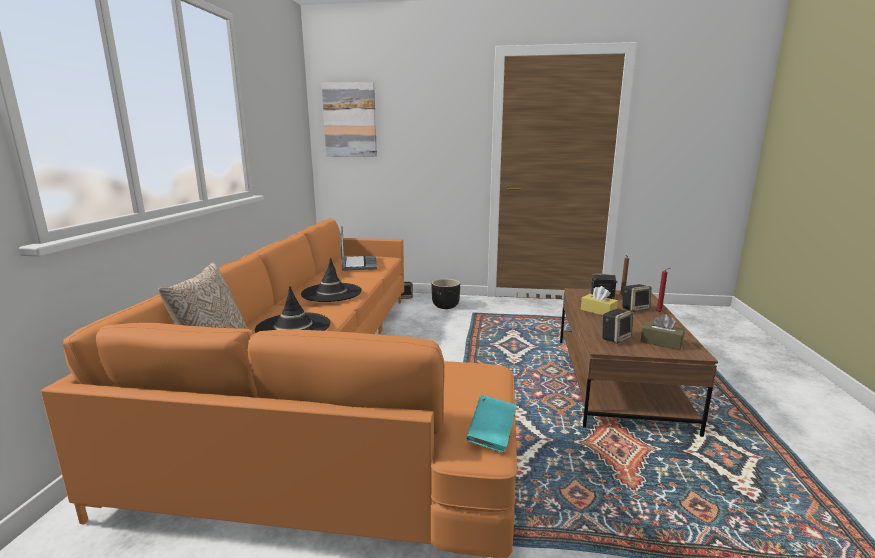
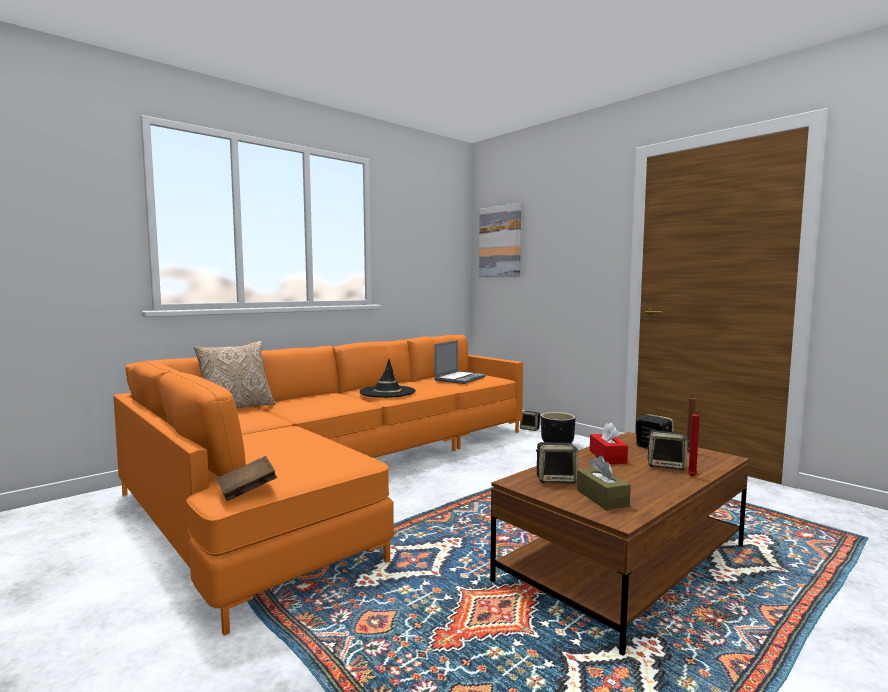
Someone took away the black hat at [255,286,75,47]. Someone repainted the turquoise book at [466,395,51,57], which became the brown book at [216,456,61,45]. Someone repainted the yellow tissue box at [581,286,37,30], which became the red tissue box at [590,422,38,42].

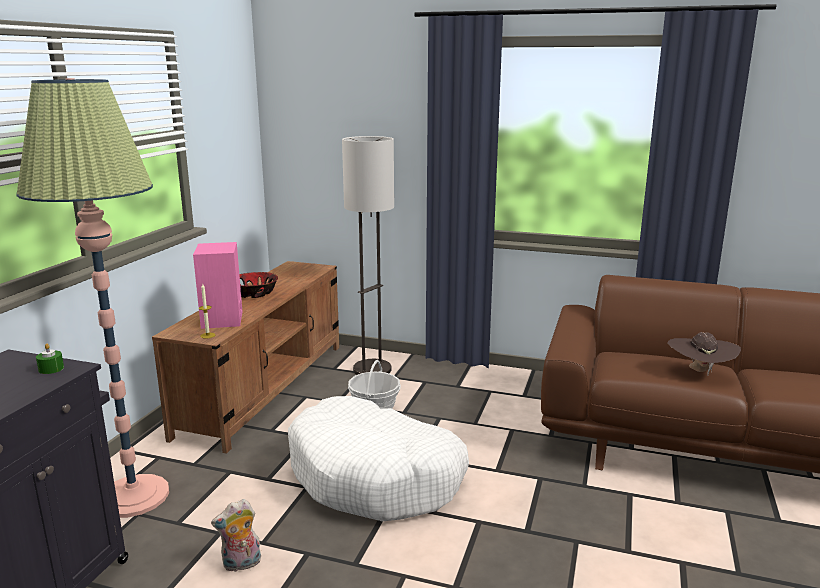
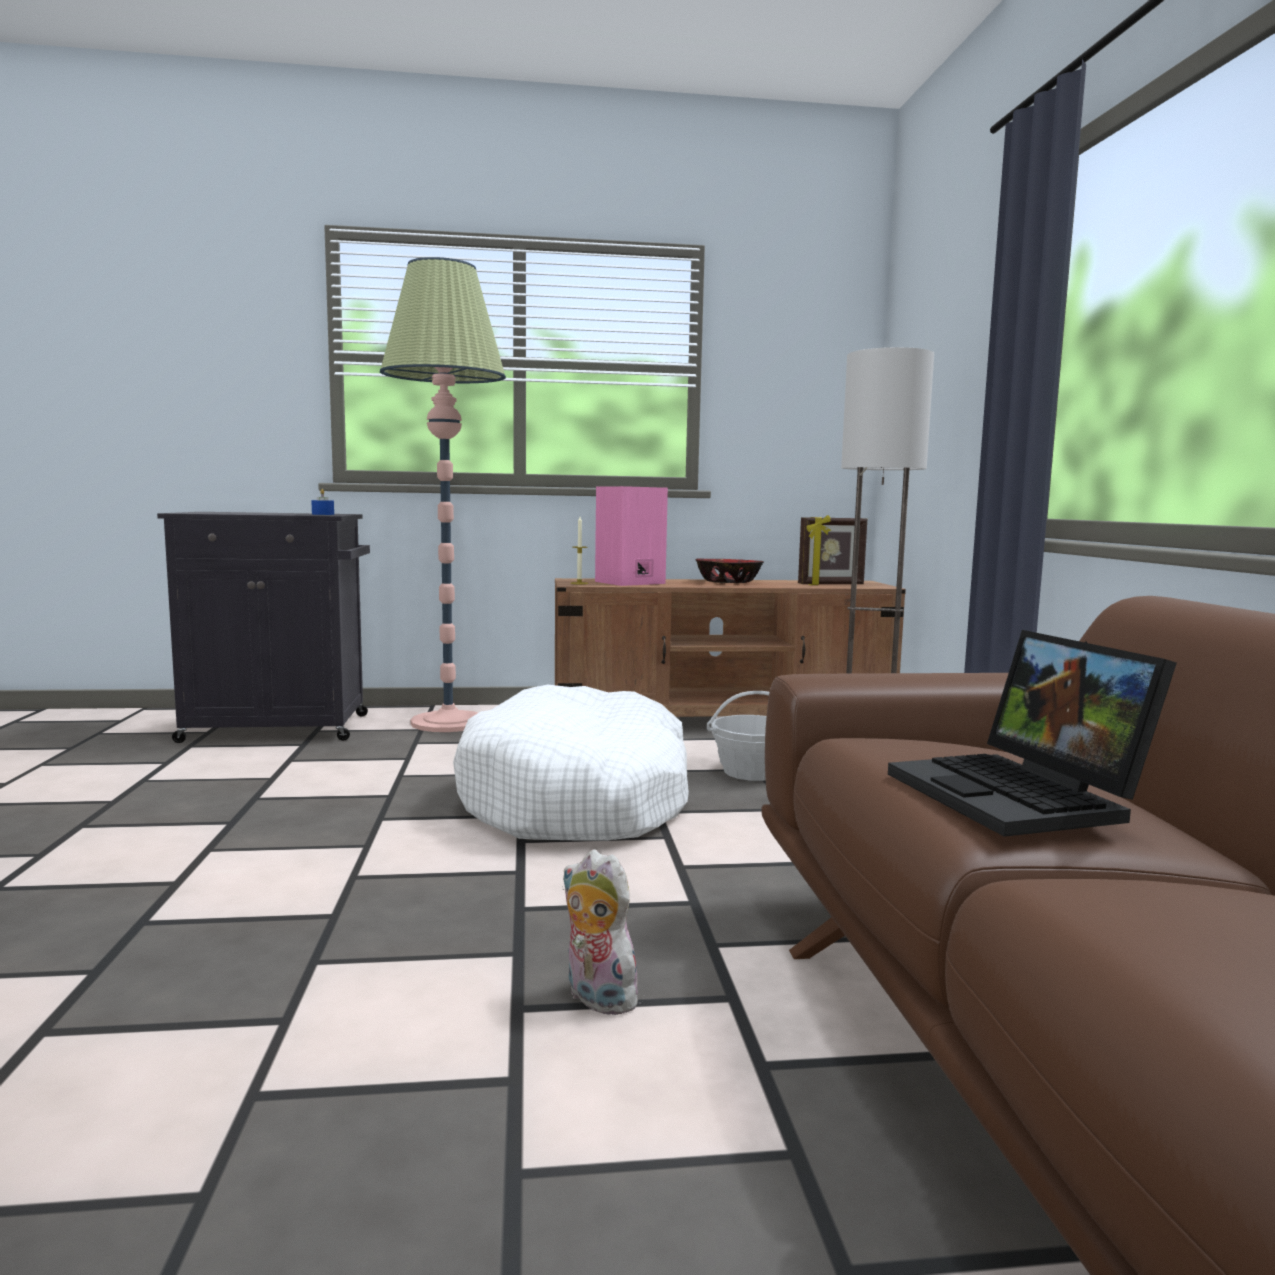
Someone repainted the green candle at [36,343,28,31], which became the blue candle at [311,489,23,26]. Someone carried the plush toy from [211,499,50,73] to [562,849,85,166]. Someone swapped the brown hat at [667,332,74,44] for the laptop at [888,630,289,207]. Someone put down the picture frame at [798,515,69,70].

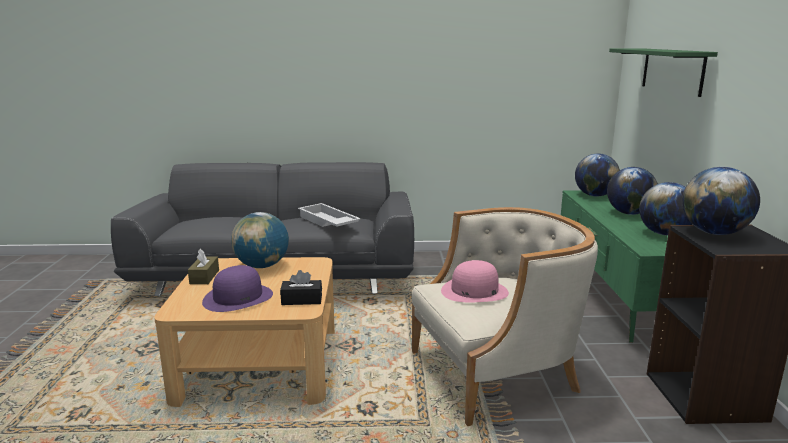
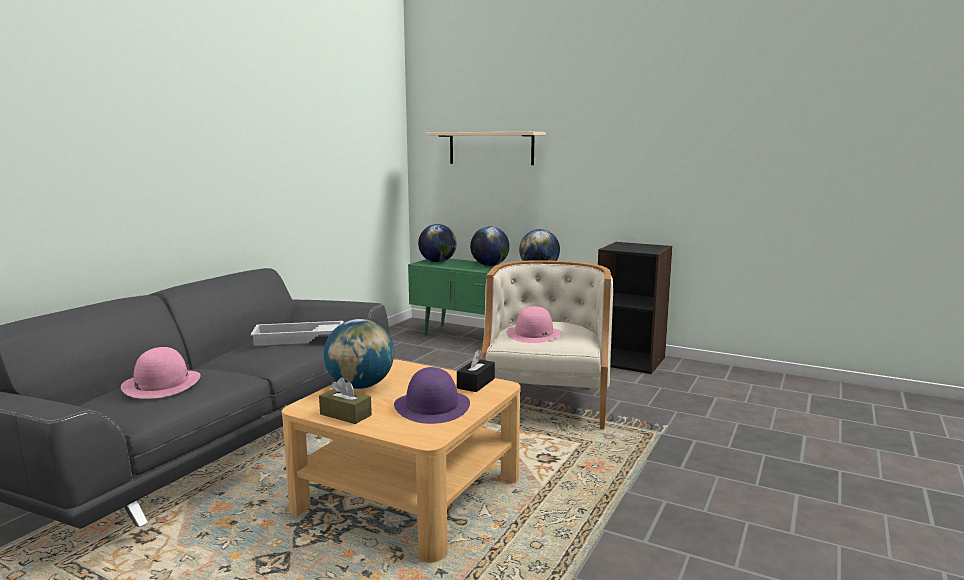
Someone repainted the green shelf at [609,48,109,49], which became the beige shelf at [426,132,120,33]. Someone took away the globe at [682,167,78,68]. Someone put down the pink hat at [121,347,80,52].

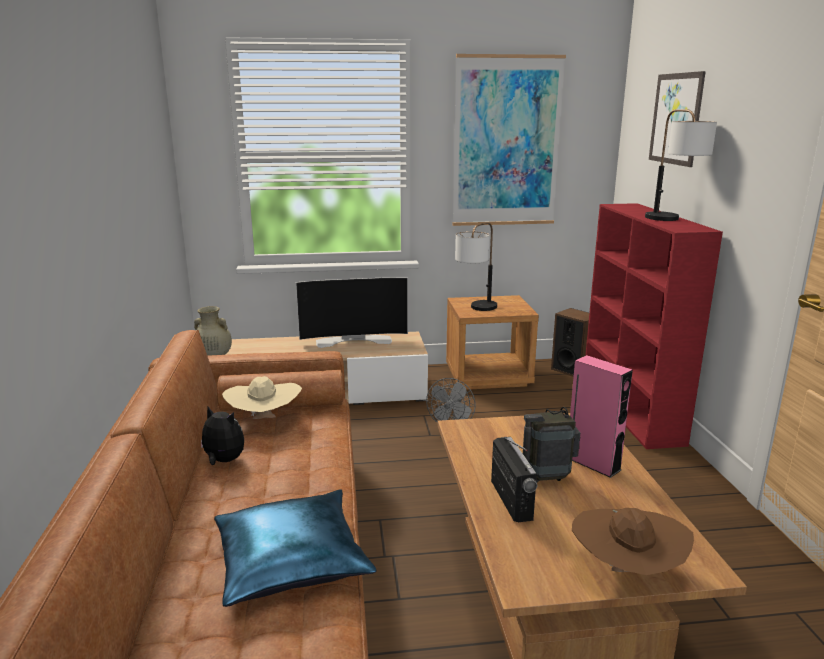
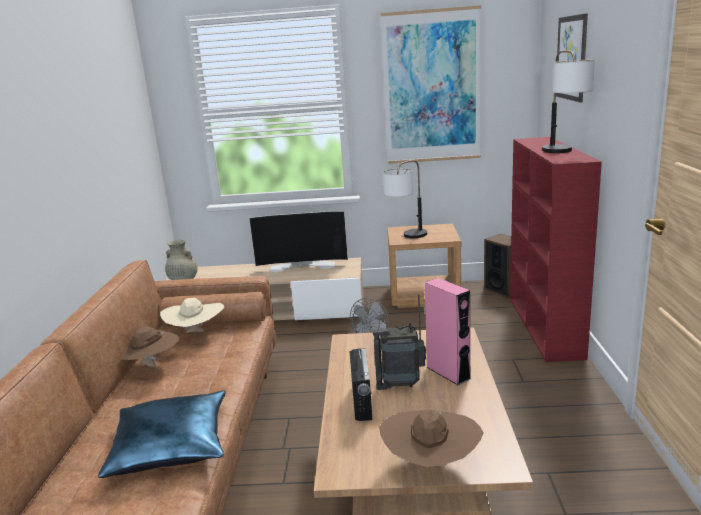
Someone swapped the plush toy at [201,407,43,58] for the brown hat at [120,326,60,41].

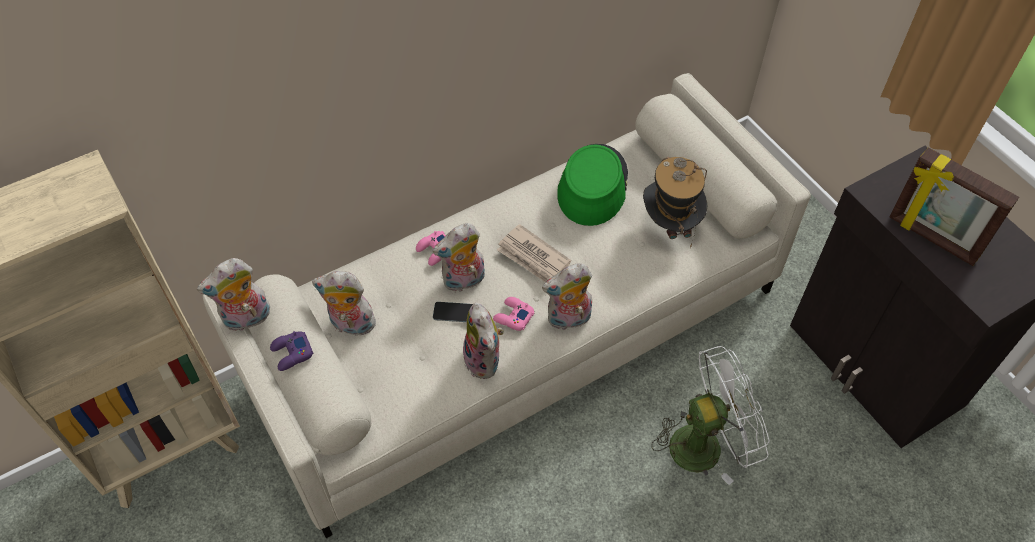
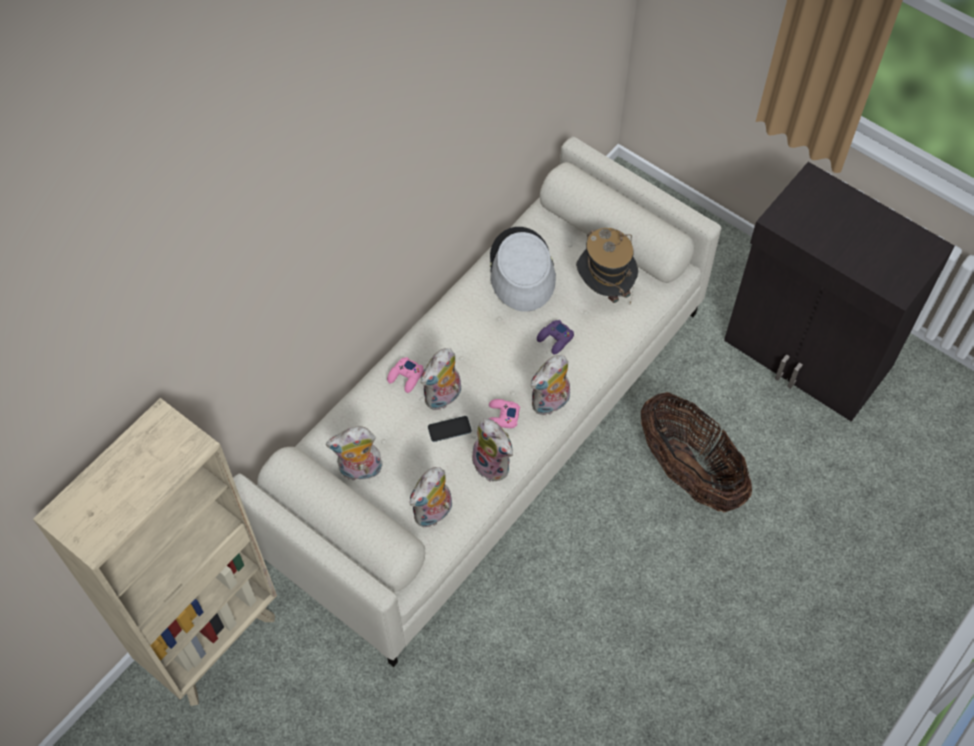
Someone carried the plush toy from [197,258,73,73] to [410,467,42,60]. Someone carried the purple game controller from [270,331,44,40] to [537,320,37,35]. Someone took away the newspaper at [497,224,74,58]. Someone repainted the green hat at [557,144,71,82], which became the grey hat at [490,227,66,84]. Someone swapped the white fan at [651,346,119,139] for the basket at [641,392,111,120]. Someone took away the picture frame at [890,147,129,119].

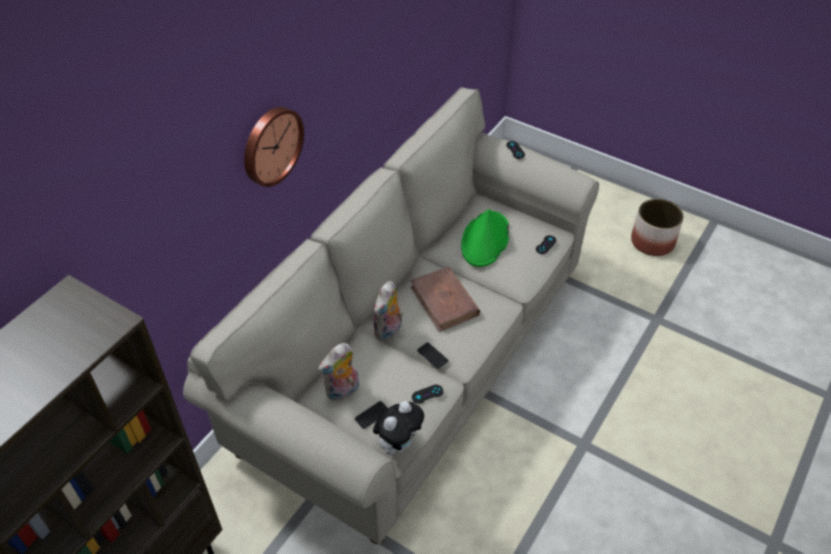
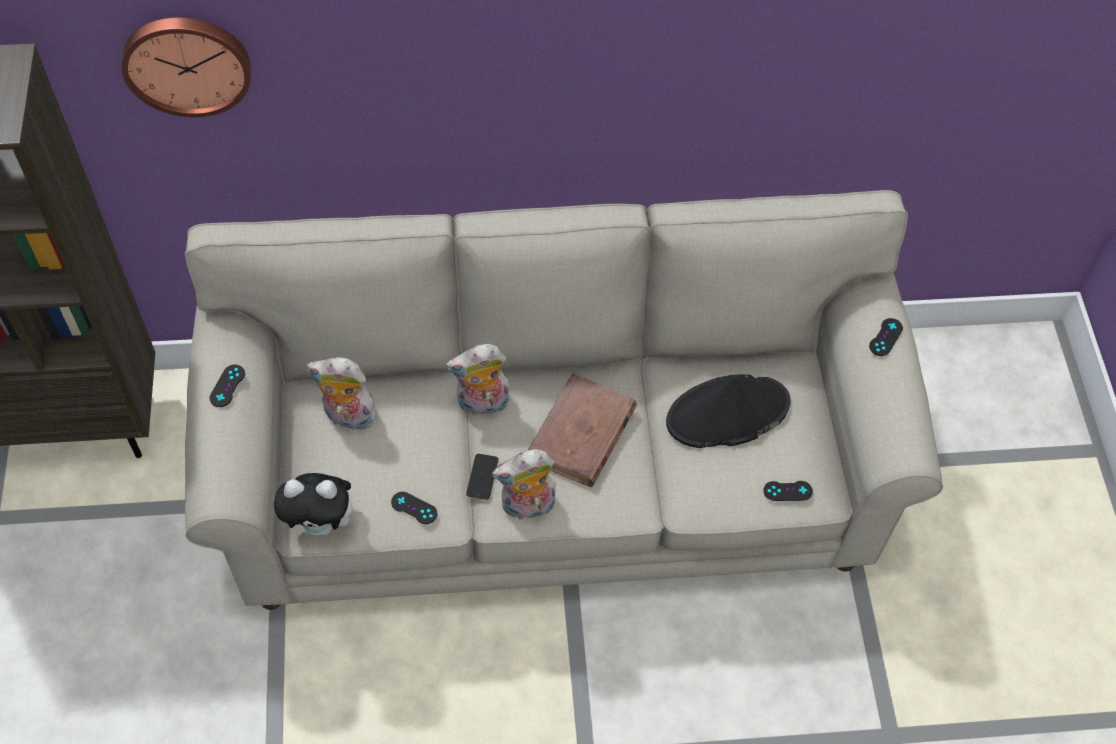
Someone carried the wall clock from [244,107,60,80] to [122,17,129,100]. Someone took away the phone at [355,401,33,28]. Someone repainted the green hat at [461,209,48,58], which became the black hat at [666,374,125,74]. Someone took away the planter at [631,199,53,57]. Someone put down the black game controller at [210,365,35,42]. Someone put down the plush toy at [492,449,64,72].

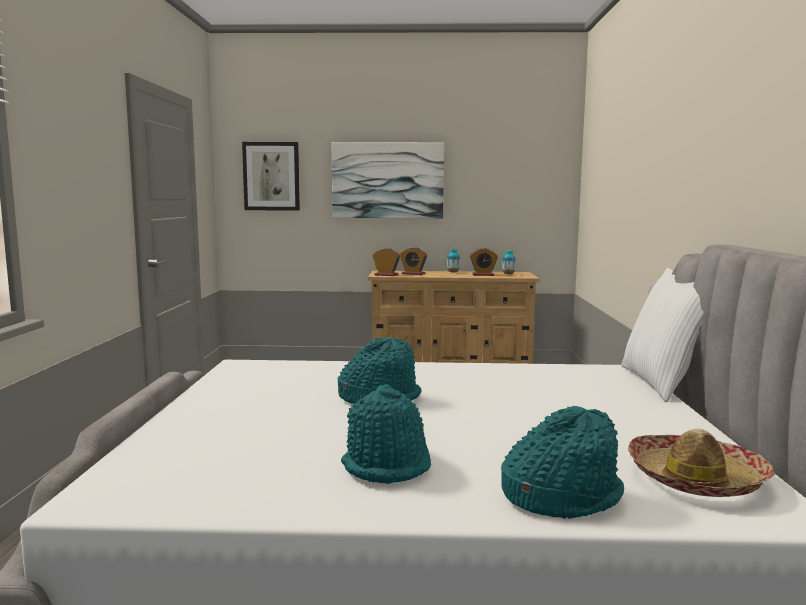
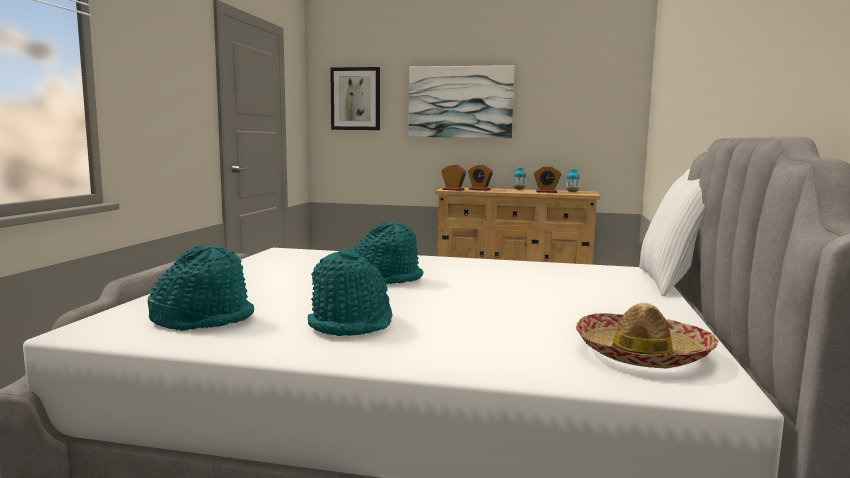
Someone carried the turquoise hat from [501,406,123,113] to [148,245,106,86].

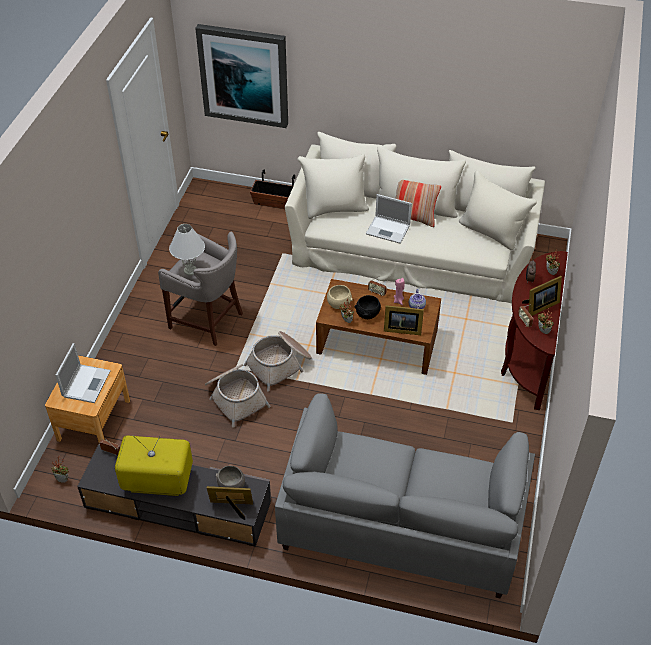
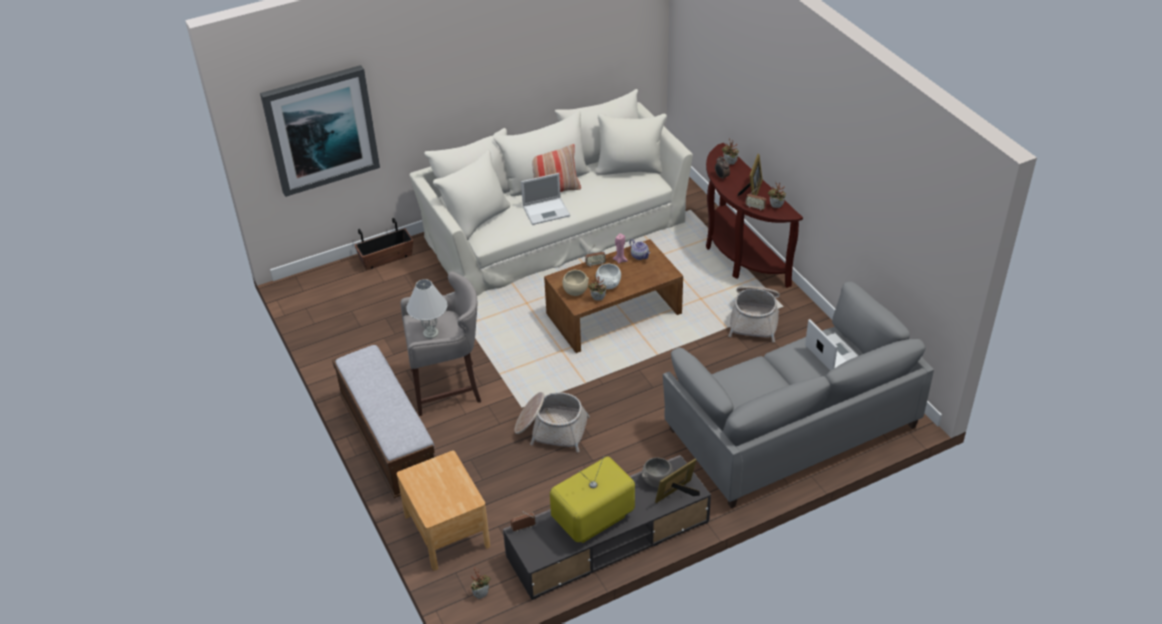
Someone carried the laptop from [55,343,56,60] to [805,319,53,52]. Someone carried the basket from [244,331,68,61] to [728,286,52,56]. Someone repainted the black bowl at [355,295,26,24], which became the white bowl at [596,264,25,25]. Someone took away the picture frame at [384,305,40,30]. Someone put down the bench at [332,345,103,153].

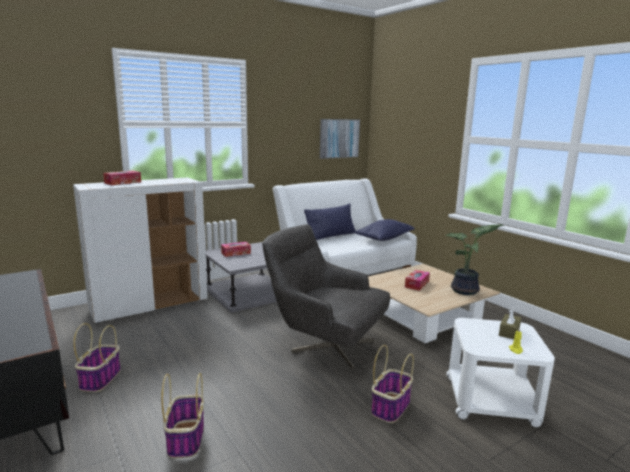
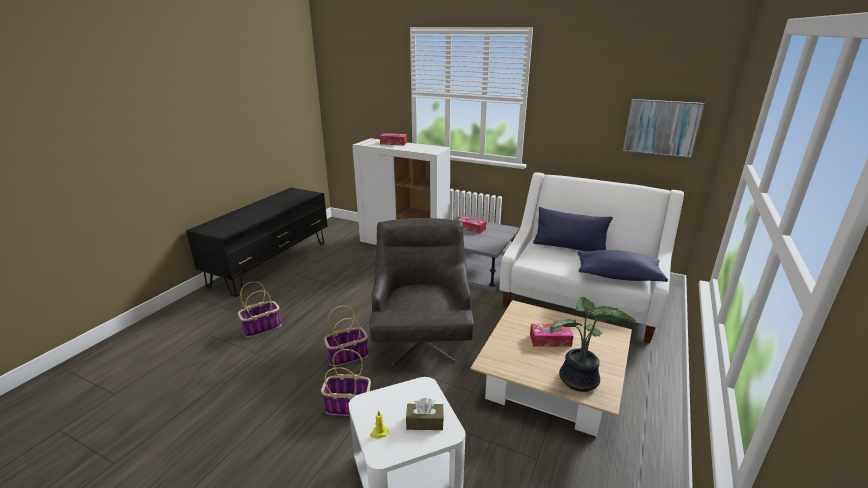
Someone carried the basket from [74,323,47,69] to [324,306,44,60].

